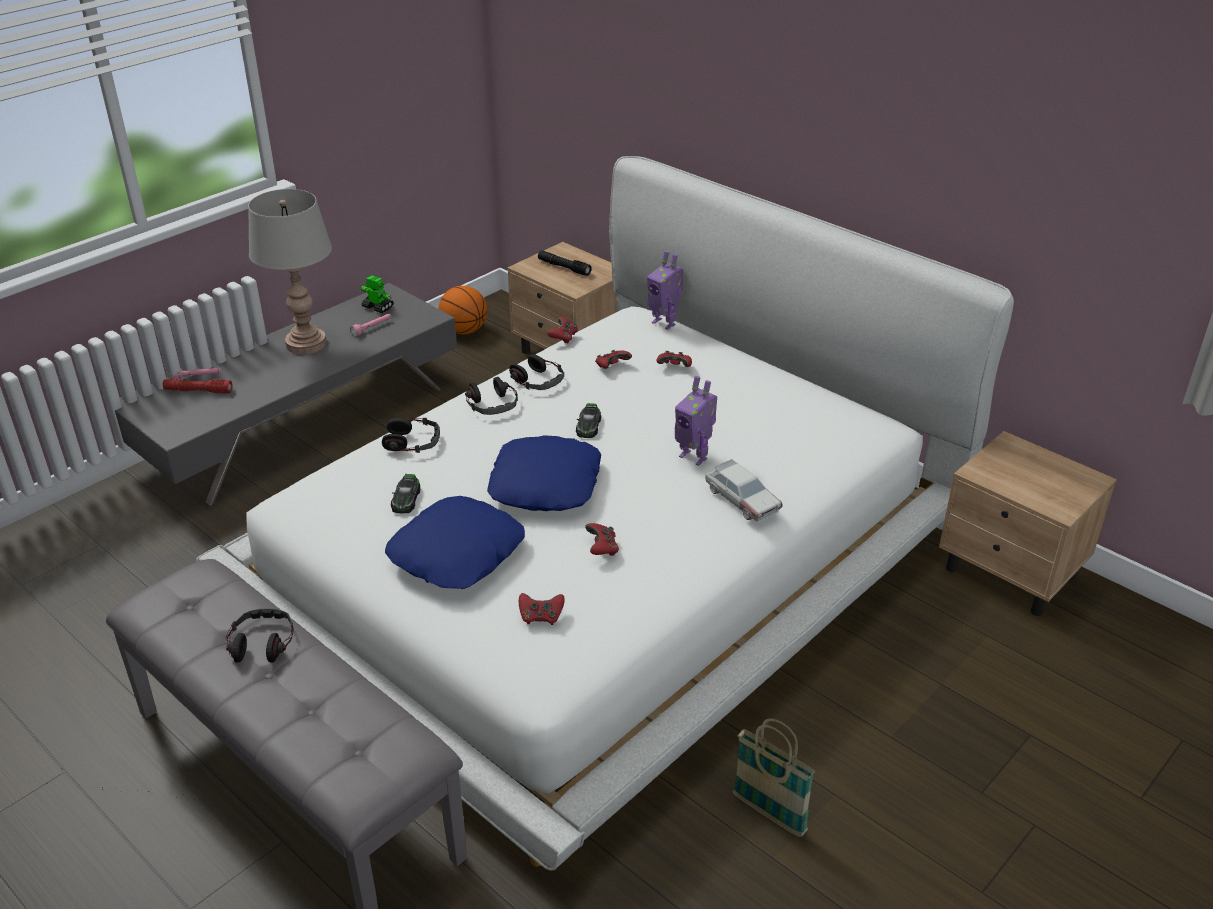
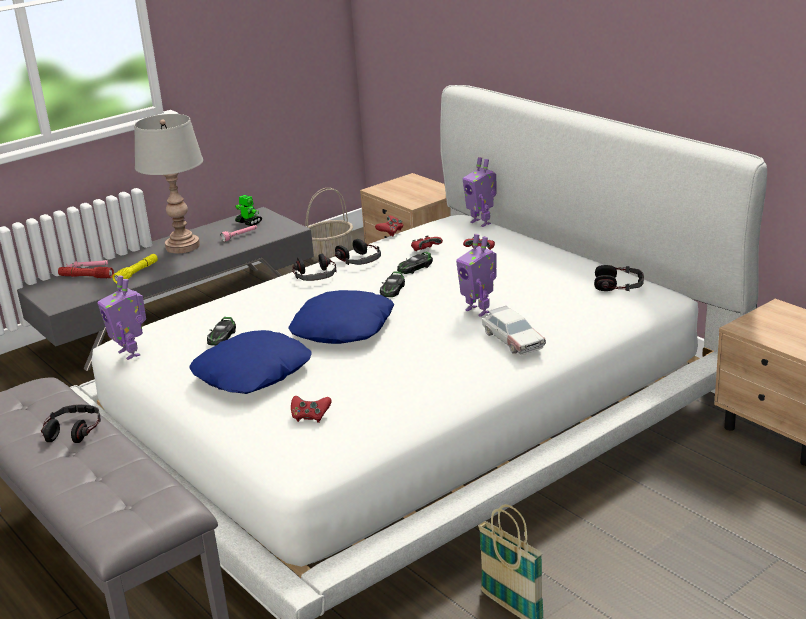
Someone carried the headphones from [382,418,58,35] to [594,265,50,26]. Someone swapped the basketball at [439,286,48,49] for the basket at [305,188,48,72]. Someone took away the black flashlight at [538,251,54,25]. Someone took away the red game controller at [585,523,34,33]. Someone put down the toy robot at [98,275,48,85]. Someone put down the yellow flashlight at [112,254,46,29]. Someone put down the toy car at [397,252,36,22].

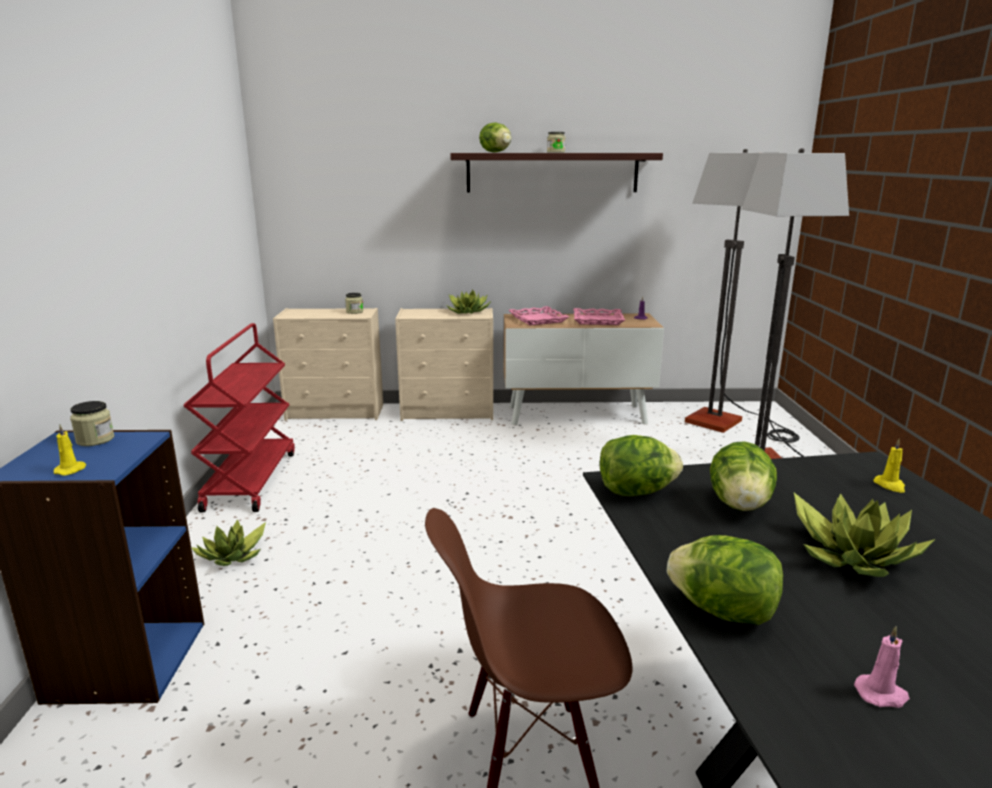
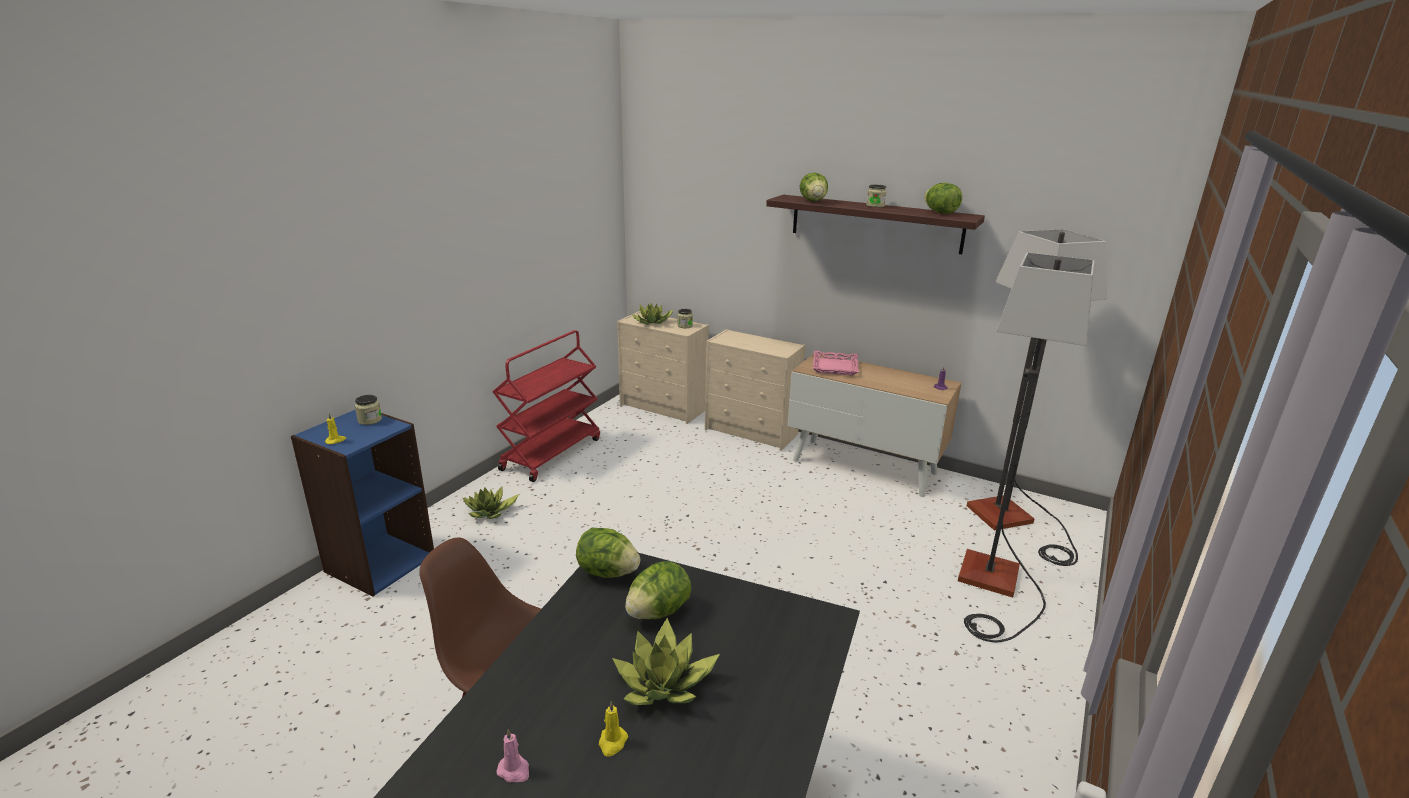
Someone carried the potted plant from [446,290,45,24] to [631,303,43,22]. Someone took away the pink tray at [573,308,52,17]. Someone carried the lettuce from [667,535,116,90] to [924,183,38,31]. Someone carried the yellow candle from [873,439,32,54] to [599,701,29,56].

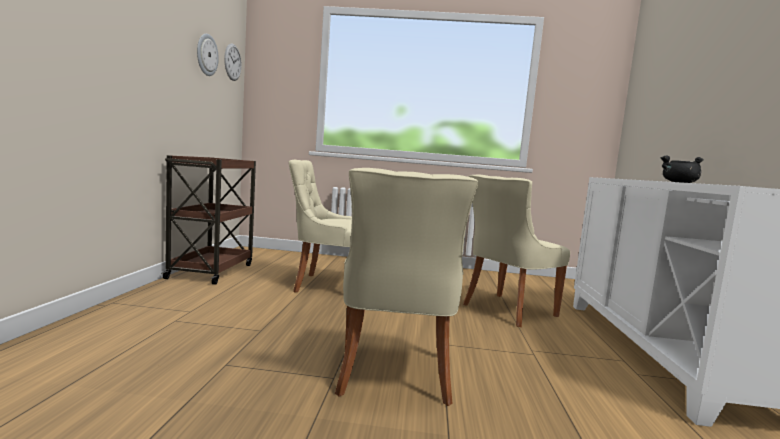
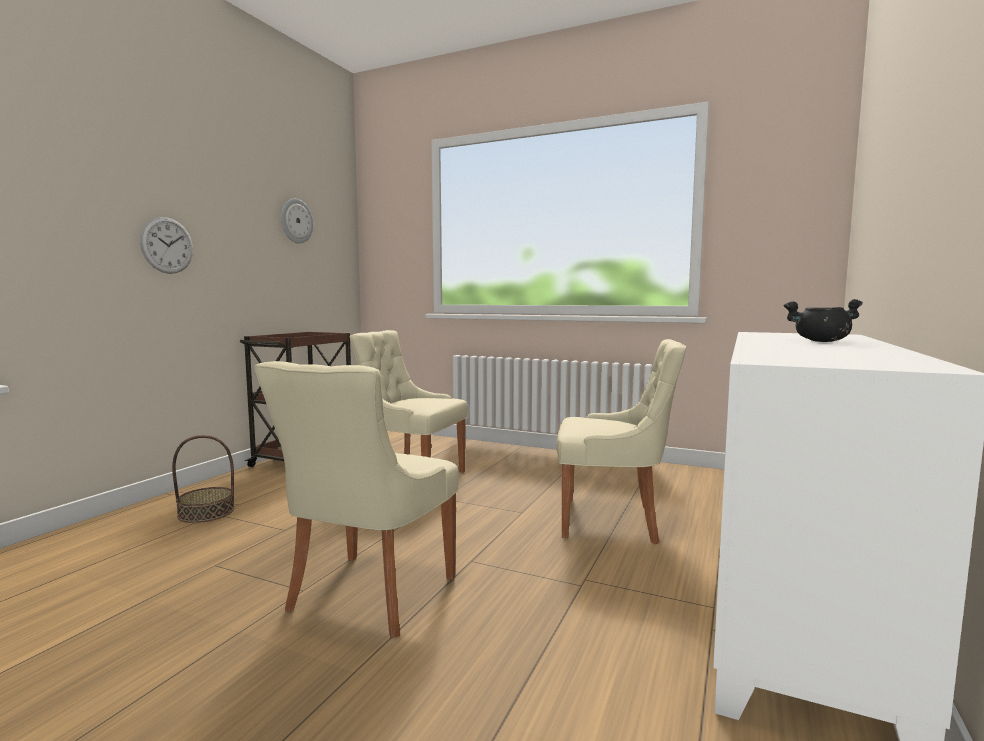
Someone carried the wall clock from [224,43,17,38] to [140,217,53,57]. Someone rotated the beige chair at [463,174,107,153] by 150 degrees counterclockwise. Someone put down the basket at [172,435,62,88].

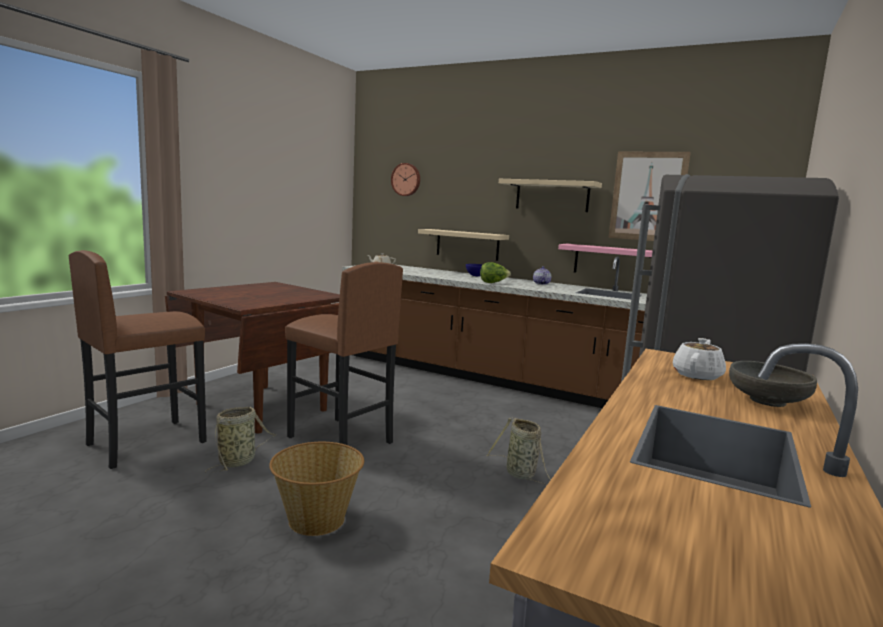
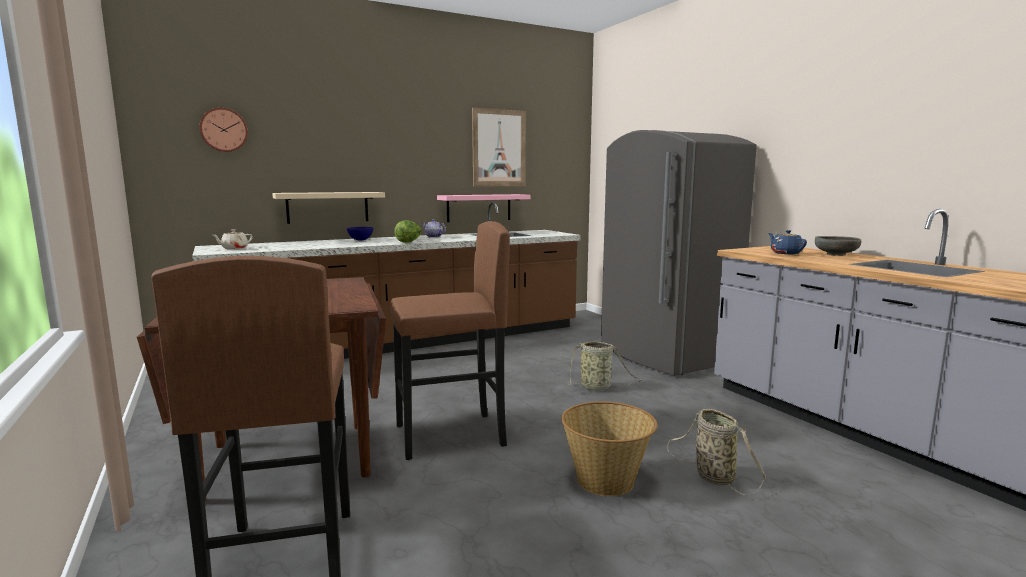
Someone carried the basket from [205,407,71,66] to [667,409,99,87]. Someone took away the beige shelf at [499,179,103,33]. Someone repainted the white teapot at [673,338,53,42], which became the blue teapot at [769,230,38,24].

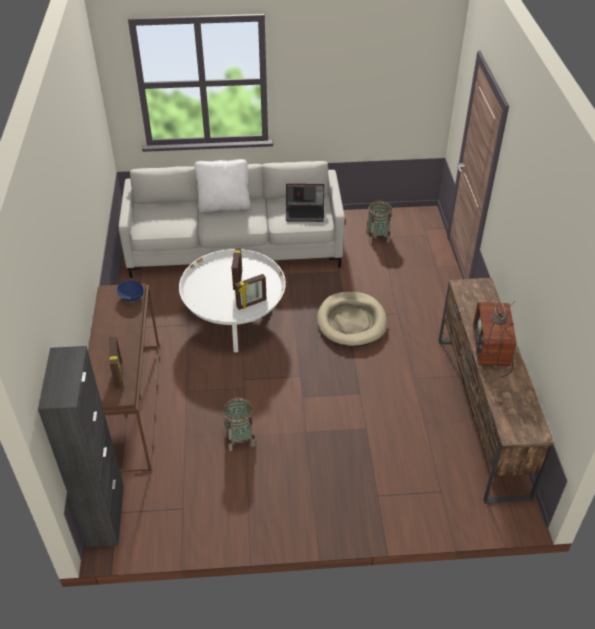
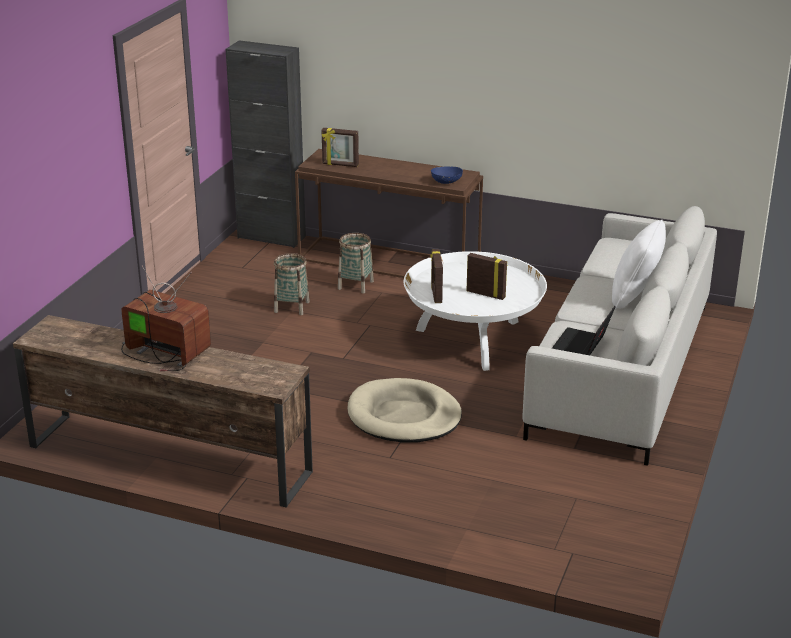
Someone carried the basket from [366,201,26,43] to [338,233,36,60].

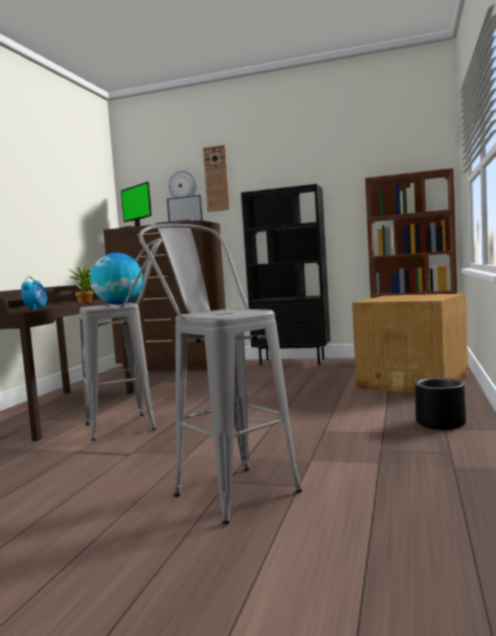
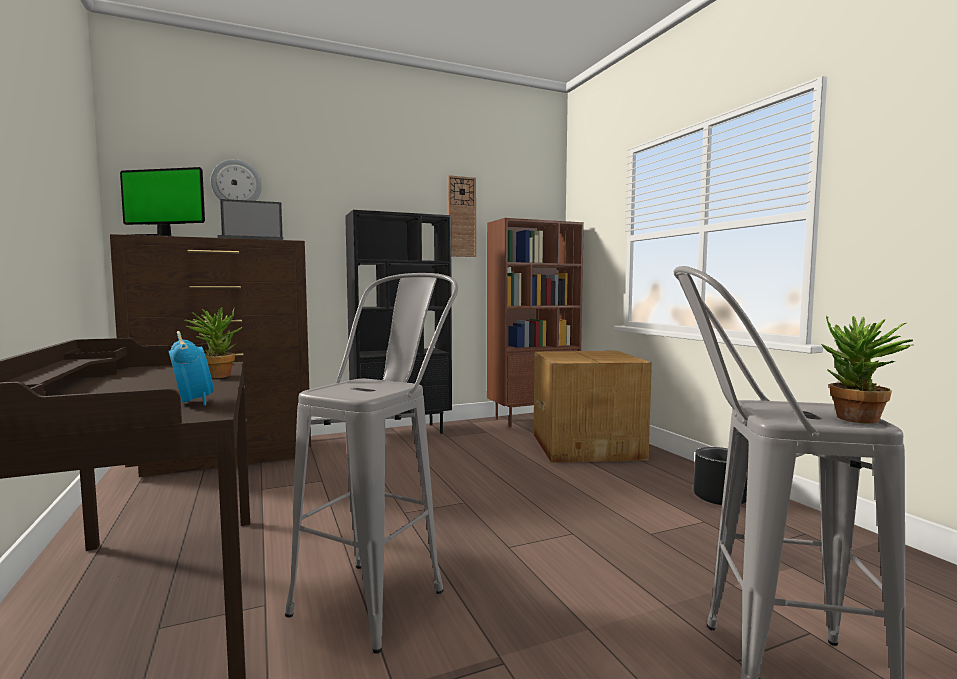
Someone took away the globe at [90,253,53,51]. Someone carried the wall clock from [203,145,27,67] to [448,175,28,82]. Someone put down the potted plant at [821,315,92,109].

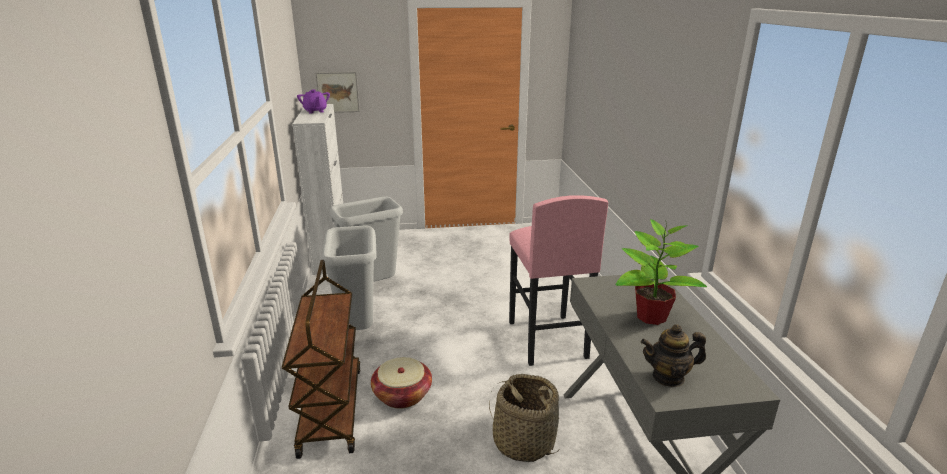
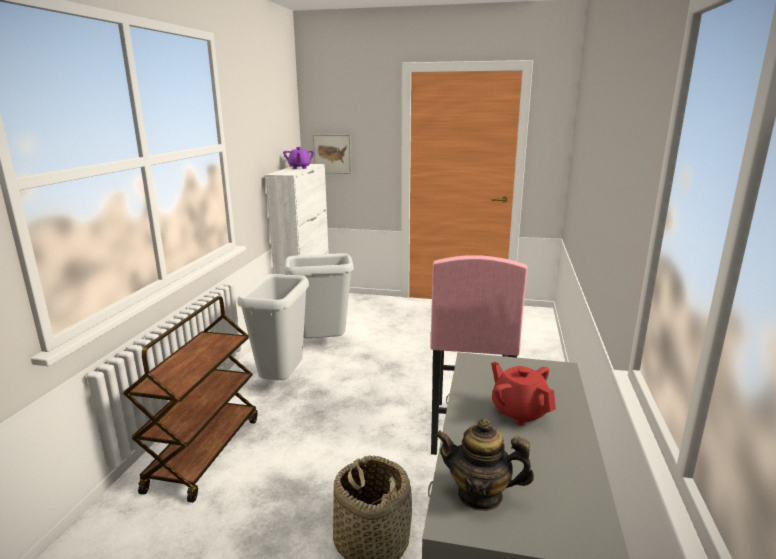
Someone took away the basket at [371,357,61,51]. Someone swapped the potted plant at [615,219,92,106] for the red teapot at [491,362,65,64].

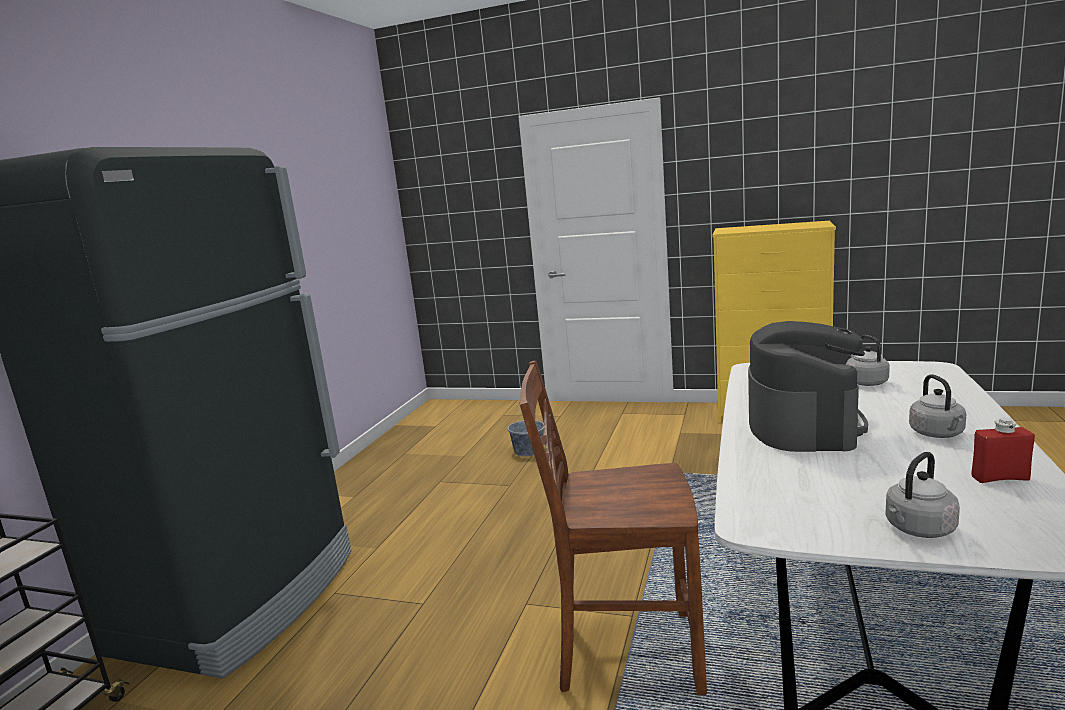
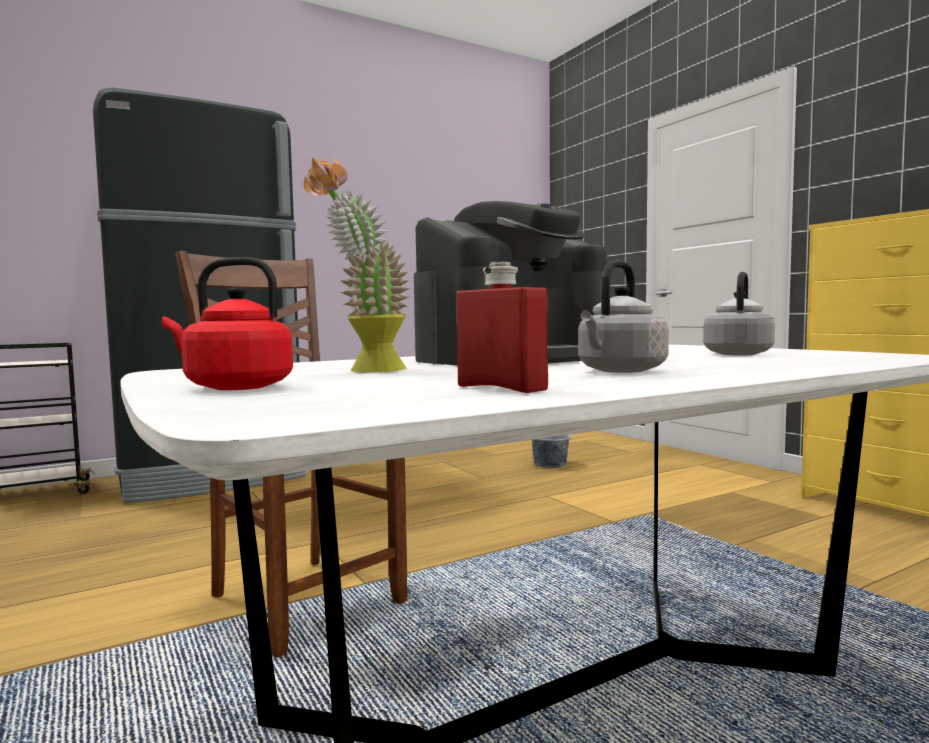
Someone repainted the grey kettle at [886,452,74,86], which became the red kettle at [162,257,131,133]. Someone put down the potted plant at [304,158,106,215].

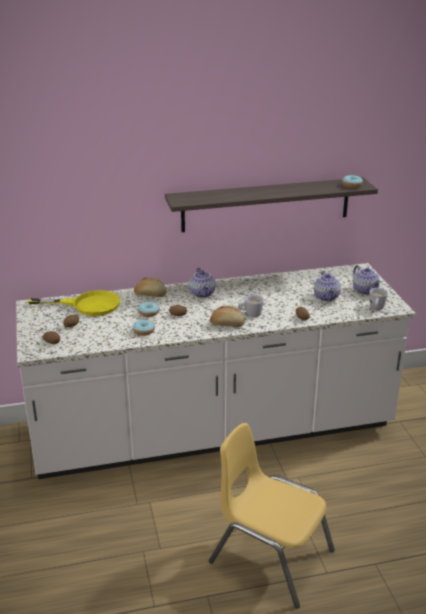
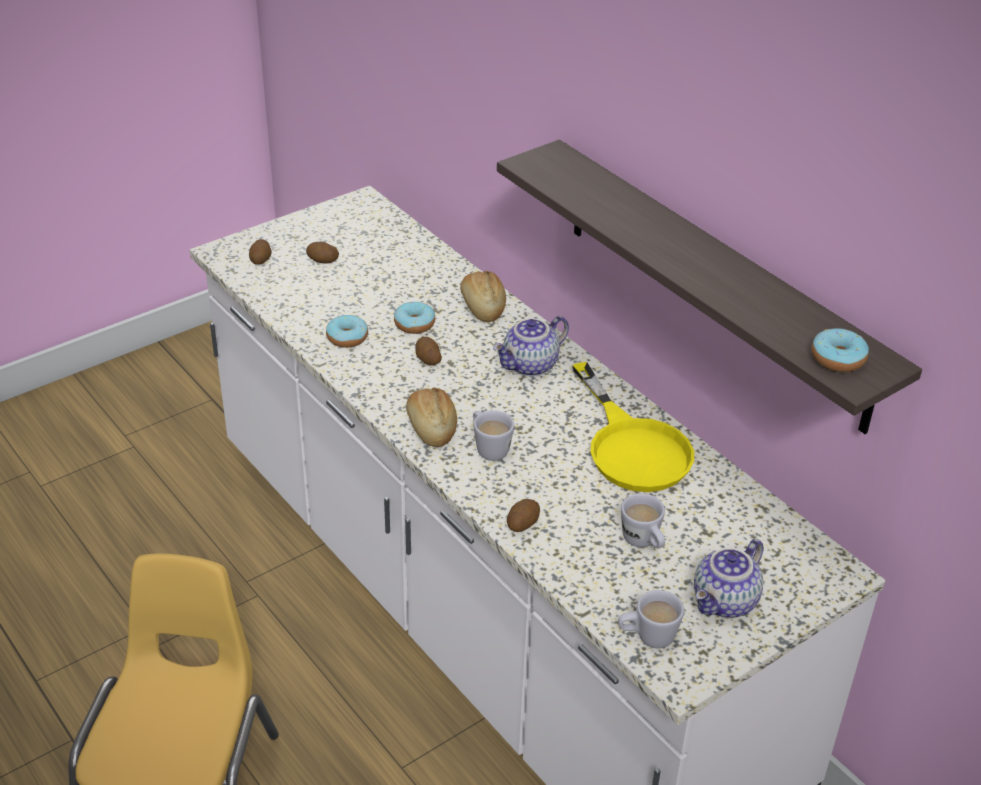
Someone carried the yellow frying pan from [28,290,92,26] to [572,362,122,130]. Someone swapped the teapot at [314,271,27,30] for the white mug at [621,493,44,55].

